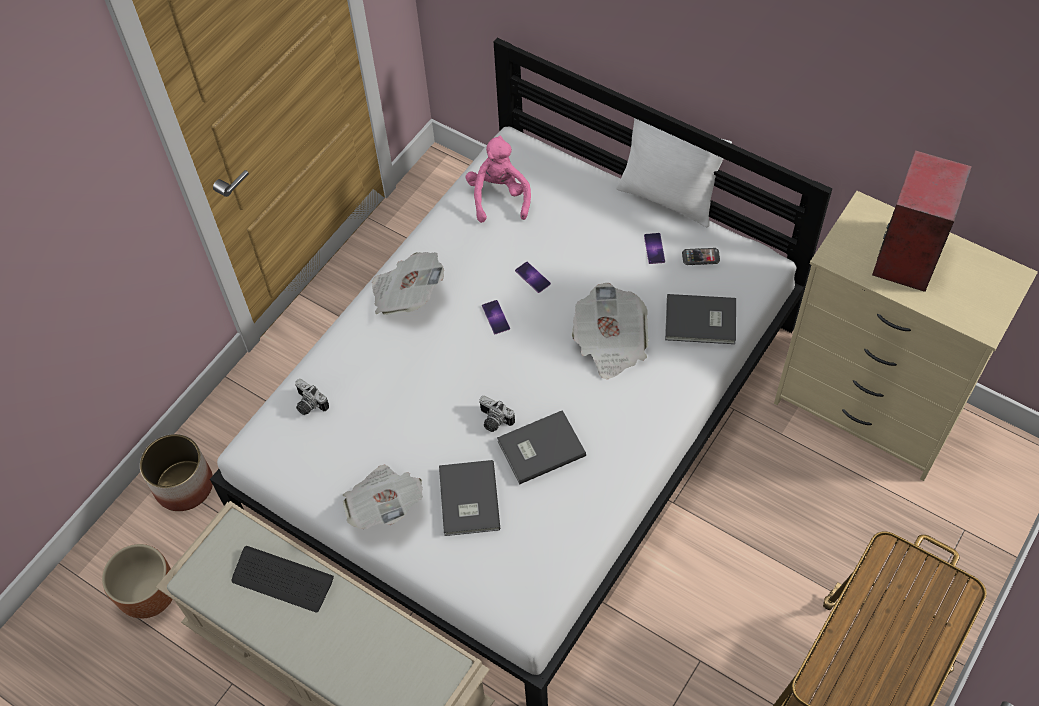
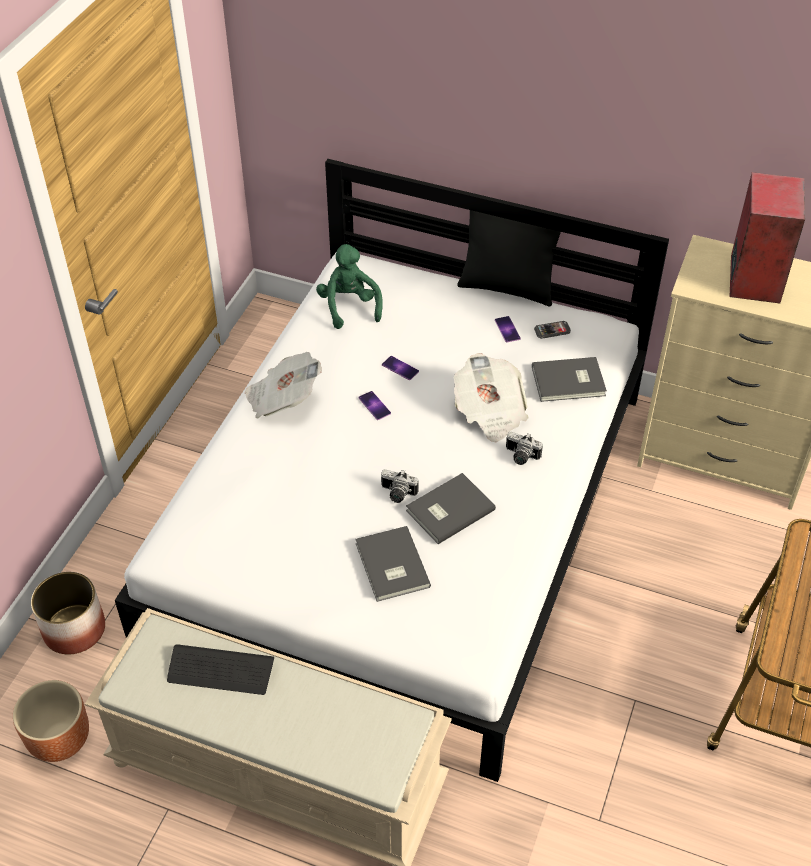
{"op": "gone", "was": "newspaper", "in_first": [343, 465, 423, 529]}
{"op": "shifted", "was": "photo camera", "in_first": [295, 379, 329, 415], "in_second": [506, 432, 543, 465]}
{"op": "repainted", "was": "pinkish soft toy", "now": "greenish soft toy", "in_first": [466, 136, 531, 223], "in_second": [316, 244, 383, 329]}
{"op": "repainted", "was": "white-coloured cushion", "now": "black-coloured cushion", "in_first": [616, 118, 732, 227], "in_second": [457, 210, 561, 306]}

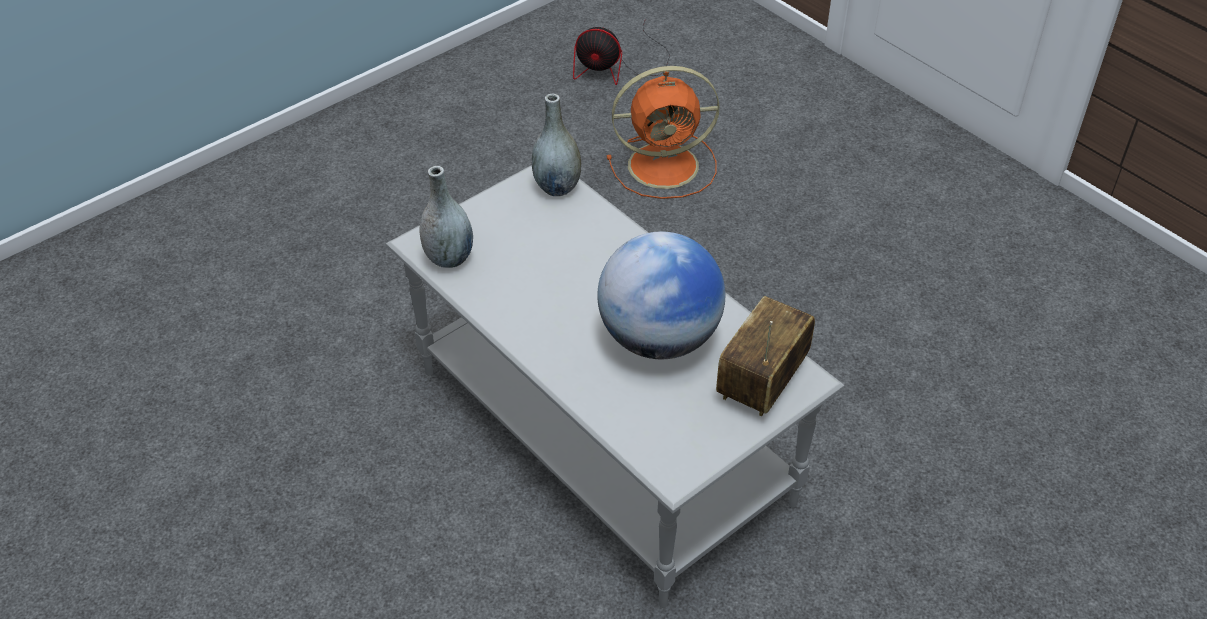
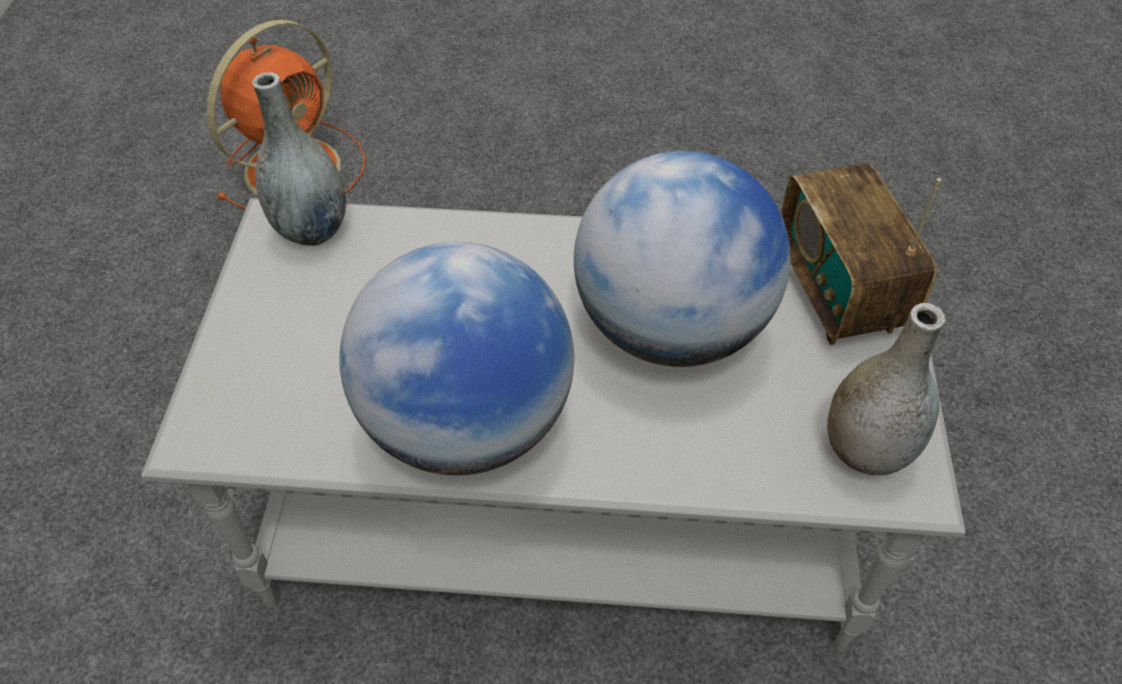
{"op": "gone", "was": "fan", "in_first": [573, 21, 670, 85]}
{"op": "new", "now": "desk globe", "in_second": [339, 242, 574, 475]}
{"op": "shifted", "was": "grey decorative vase", "in_first": [419, 166, 473, 268], "in_second": [827, 303, 945, 476]}

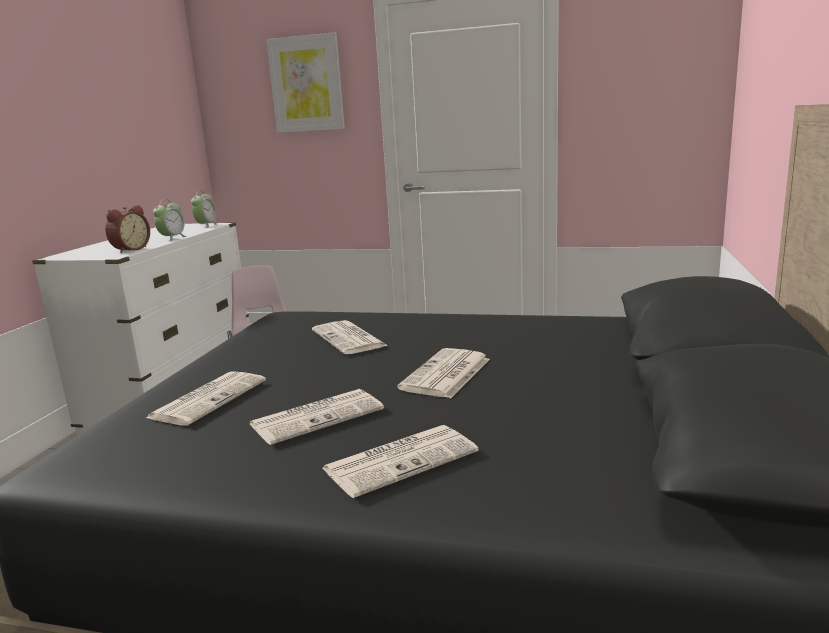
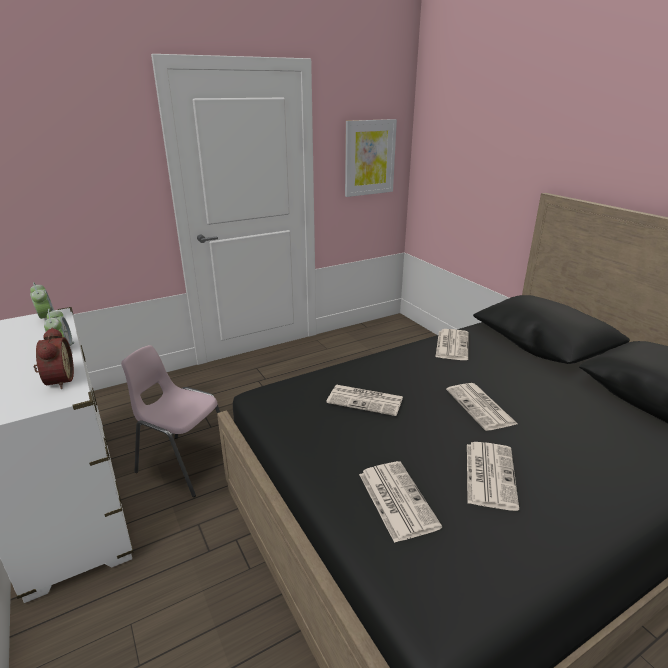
{"op": "shifted", "was": "wall art", "in_first": [266, 32, 345, 133], "in_second": [345, 119, 397, 197]}
{"op": "shifted", "was": "newspaper", "in_first": [322, 425, 479, 498], "in_second": [436, 329, 469, 360]}

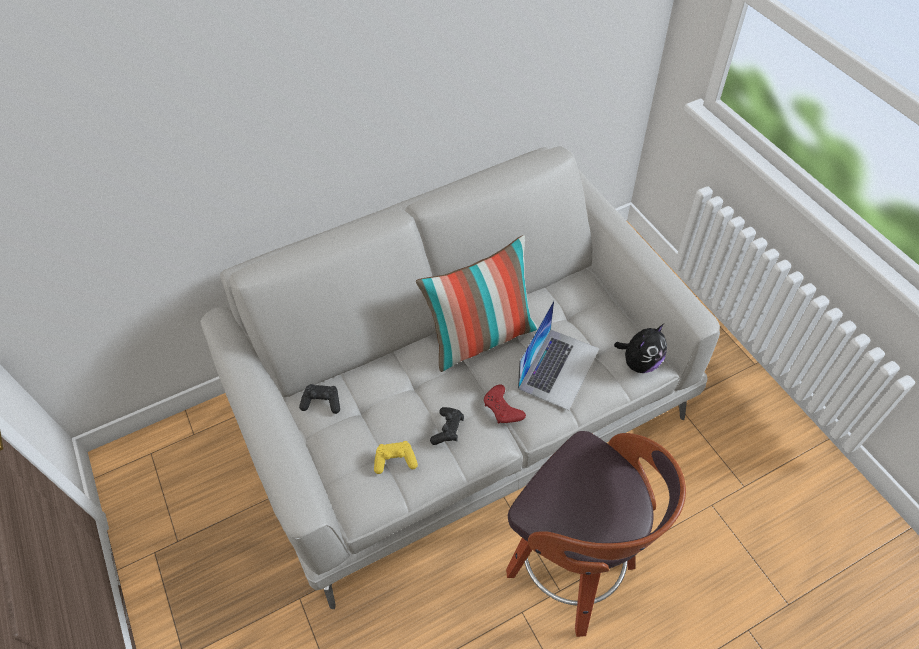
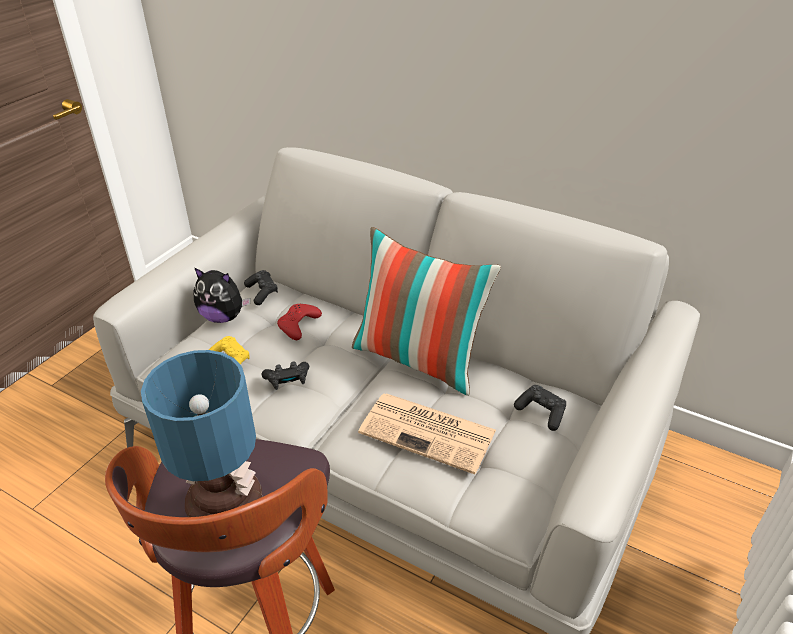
{"op": "new", "now": "tabletop lamp", "in_second": [141, 350, 262, 517]}
{"op": "new", "now": "black-coloured gamepad", "in_second": [514, 385, 566, 431]}
{"op": "shifted", "was": "red gamepad", "in_first": [484, 385, 526, 424], "in_second": [277, 304, 322, 340]}
{"op": "shifted", "was": "soft toy", "in_first": [614, 324, 667, 373], "in_second": [193, 267, 250, 323]}
{"op": "swapped", "was": "portable computer", "now": "newspaper", "in_first": [518, 300, 599, 411], "in_second": [358, 393, 496, 474]}

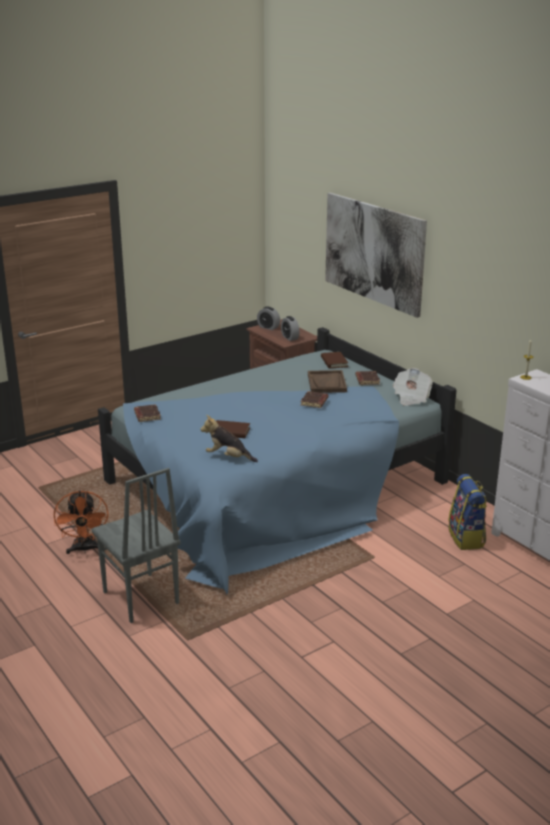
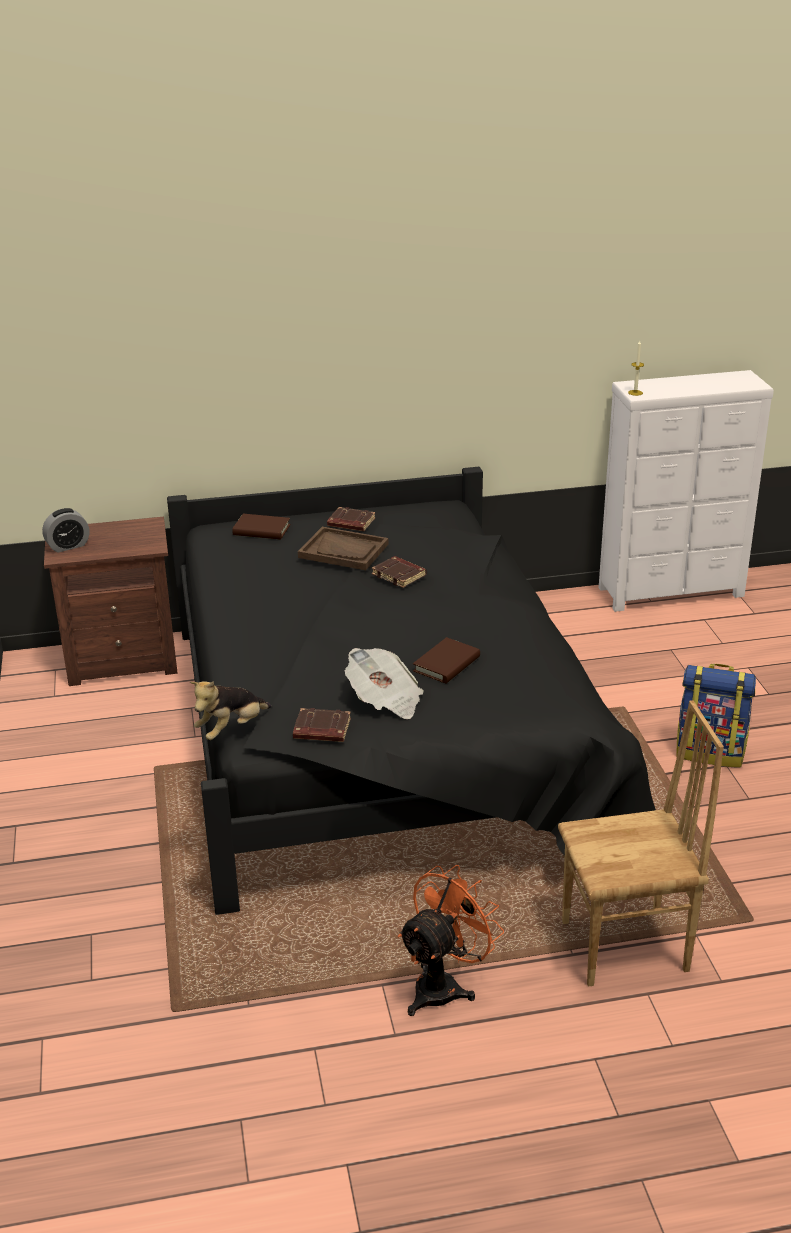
{"op": "gone", "was": "bedside clock", "in_first": [281, 316, 299, 341]}
{"op": "gone", "was": "wall art", "in_first": [325, 193, 427, 318]}
{"op": "shifted", "was": "soft toy", "in_first": [200, 415, 258, 462], "in_second": [190, 681, 271, 740]}
{"op": "shifted", "was": "newspaper", "in_first": [393, 368, 433, 406], "in_second": [345, 648, 424, 719]}
{"op": "shifted", "was": "rucksack", "in_first": [448, 474, 487, 550], "in_second": [676, 664, 756, 768]}
{"op": "repainted", "was": "grey plain chair", "now": "brown plain chair", "in_first": [92, 468, 181, 623], "in_second": [558, 700, 724, 987]}
{"op": "repainted", "was": "blue bedroom bed", "now": "black-coloured bedroom bed", "in_first": [98, 327, 457, 594], "in_second": [167, 467, 656, 915]}
{"op": "rotated", "was": "orangey fan", "in_first": [54, 490, 108, 554], "in_second": [398, 865, 504, 1016], "clockwise": -60}

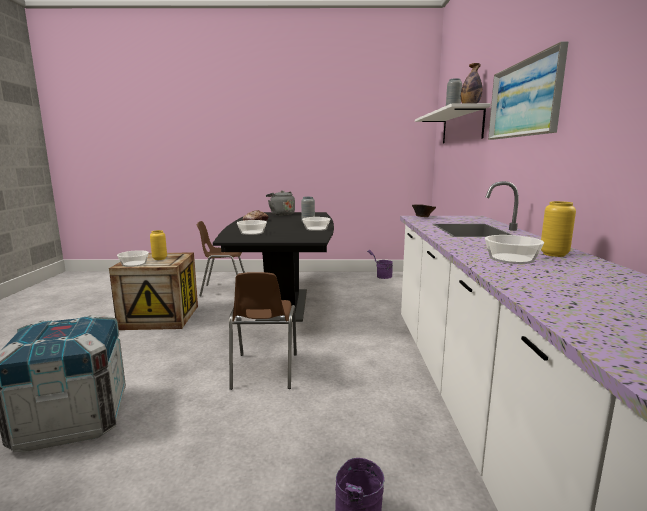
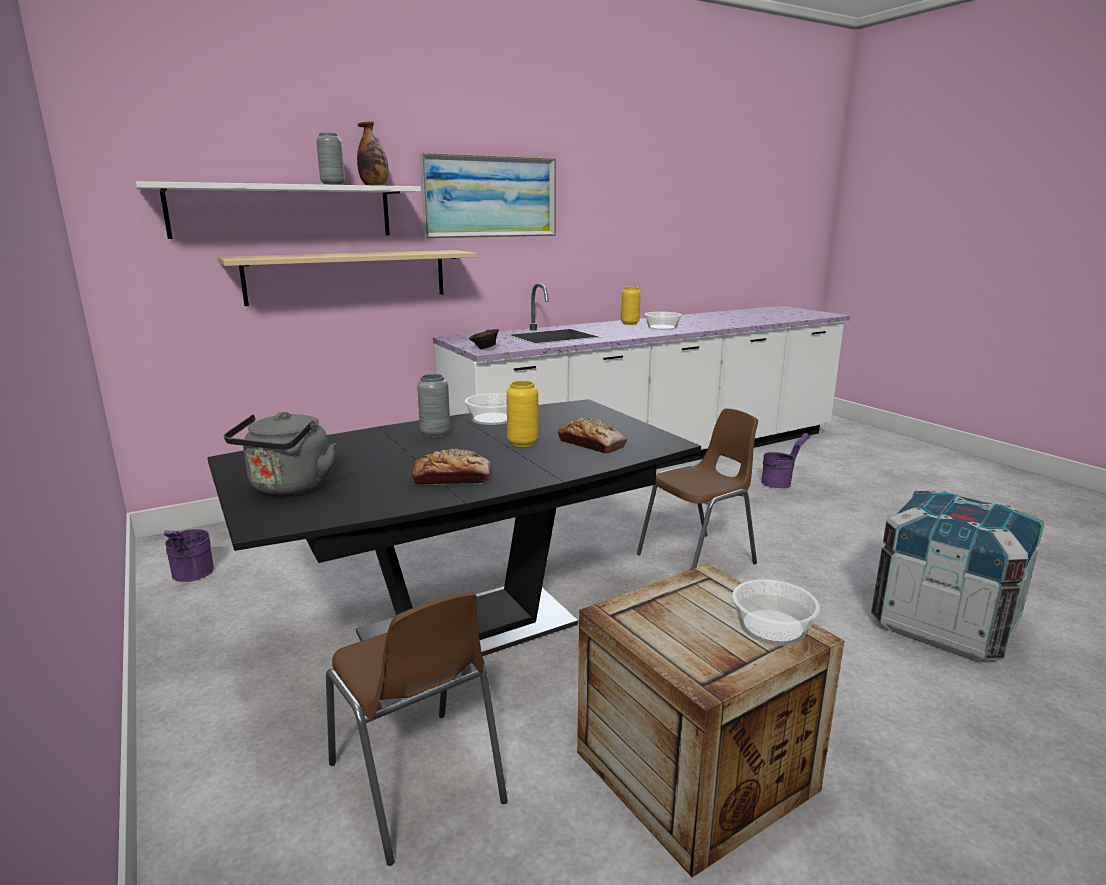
{"op": "new", "now": "beige wall shelf", "in_second": [217, 250, 476, 306]}
{"op": "shifted", "was": "yellowish decorative vase", "in_first": [150, 230, 167, 260], "in_second": [506, 381, 539, 447]}
{"op": "swapped", "was": "serving bowl", "now": "baked bread", "in_first": [237, 220, 267, 235], "in_second": [558, 417, 627, 453]}

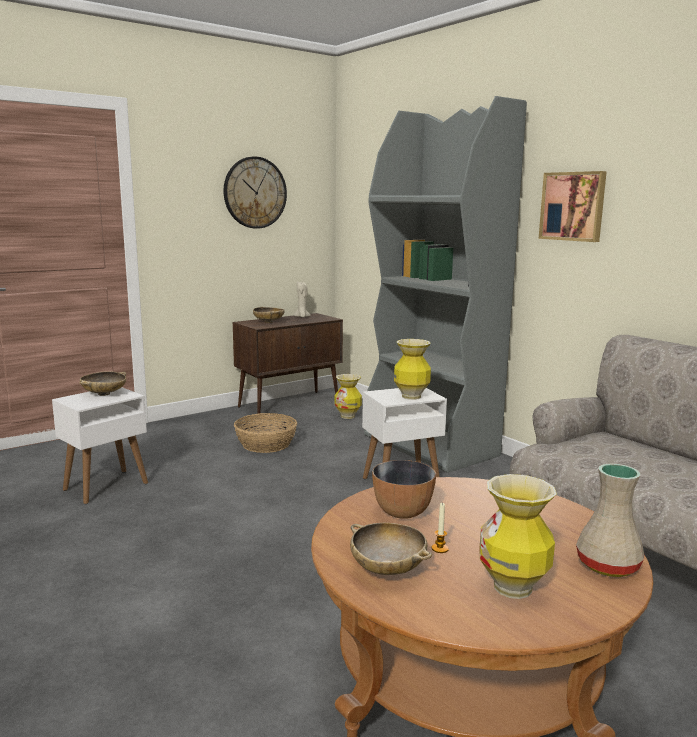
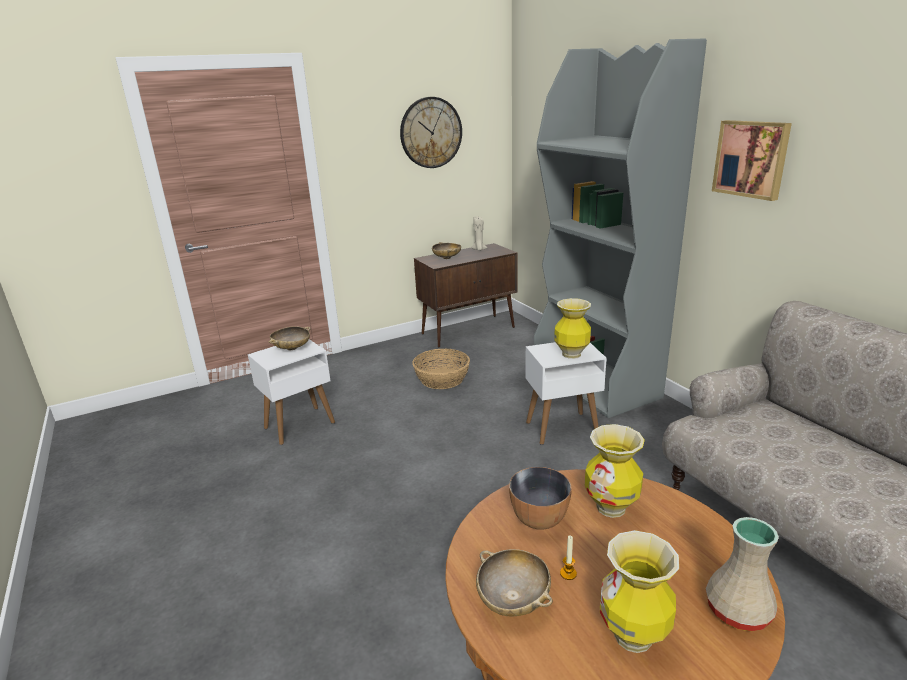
{"op": "shifted", "was": "decorative vase", "in_first": [334, 374, 362, 419], "in_second": [585, 424, 645, 518]}

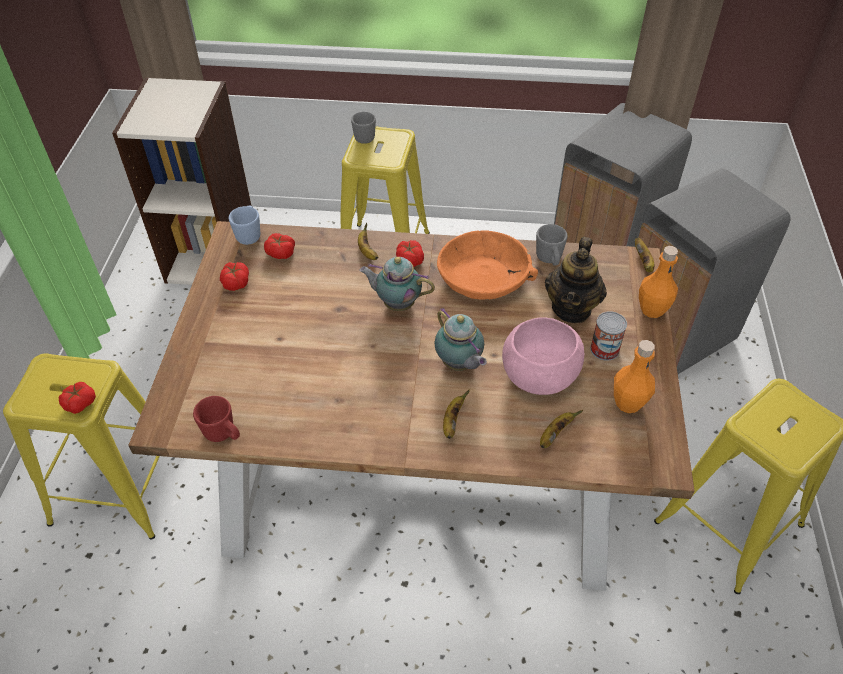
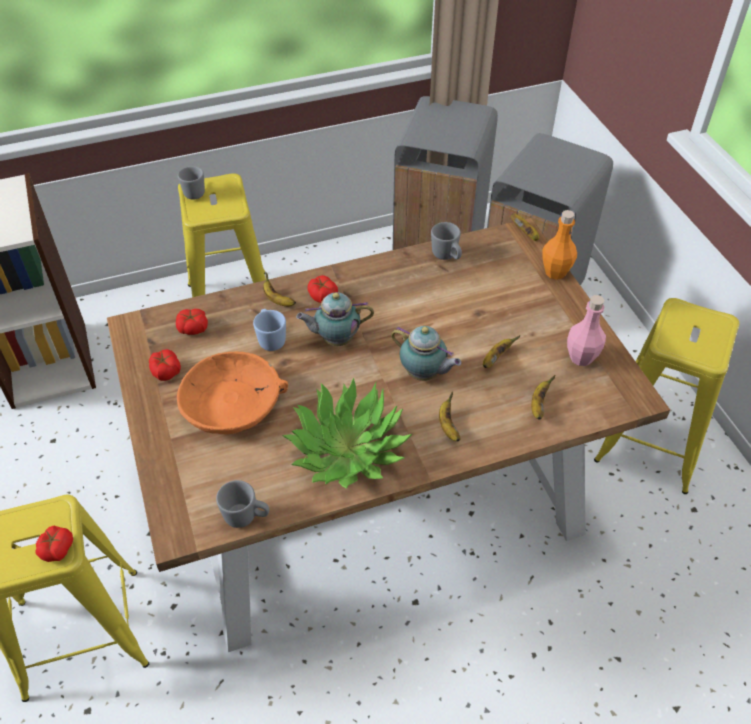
{"op": "gone", "was": "tea pot", "in_first": [545, 237, 607, 323]}
{"op": "gone", "was": "sealed can", "in_first": [590, 311, 627, 361]}
{"op": "new", "now": "plant in a pot", "in_second": [283, 377, 413, 489]}
{"op": "shifted", "was": "blue mug", "in_first": [229, 206, 260, 245], "in_second": [253, 309, 286, 351]}
{"op": "shifted", "was": "orangey serving bowl", "in_first": [437, 230, 538, 300], "in_second": [177, 352, 288, 434]}
{"op": "swapped", "was": "pinkish serving bowl", "now": "whole banana", "in_first": [502, 317, 584, 395], "in_second": [483, 335, 520, 368]}
{"op": "repainted", "was": "red mug", "now": "grey mug", "in_first": [193, 396, 240, 442], "in_second": [216, 480, 269, 528]}
{"op": "repainted", "was": "orangey beverage bottle", "now": "pinkish beverage bottle", "in_first": [614, 340, 655, 413], "in_second": [567, 295, 606, 366]}

